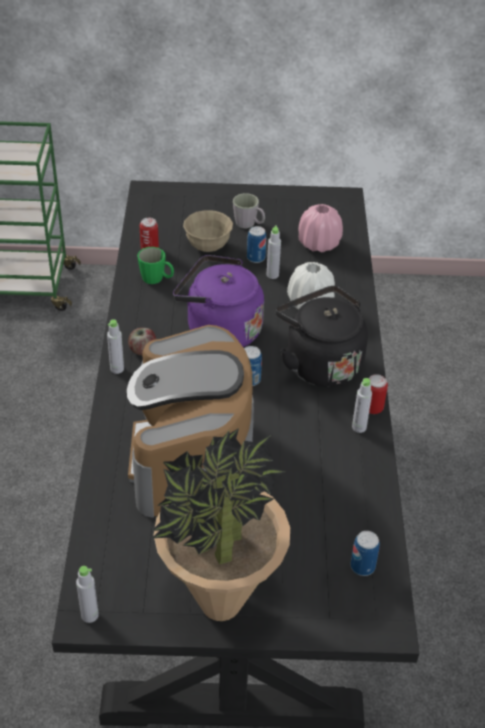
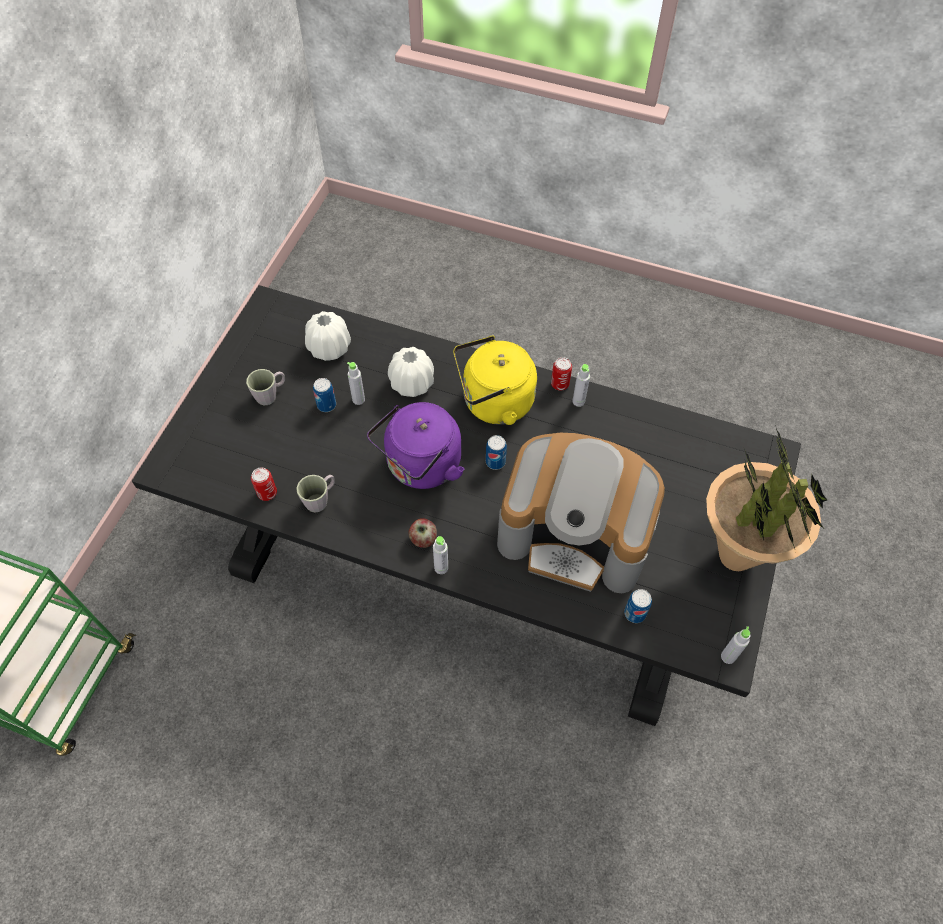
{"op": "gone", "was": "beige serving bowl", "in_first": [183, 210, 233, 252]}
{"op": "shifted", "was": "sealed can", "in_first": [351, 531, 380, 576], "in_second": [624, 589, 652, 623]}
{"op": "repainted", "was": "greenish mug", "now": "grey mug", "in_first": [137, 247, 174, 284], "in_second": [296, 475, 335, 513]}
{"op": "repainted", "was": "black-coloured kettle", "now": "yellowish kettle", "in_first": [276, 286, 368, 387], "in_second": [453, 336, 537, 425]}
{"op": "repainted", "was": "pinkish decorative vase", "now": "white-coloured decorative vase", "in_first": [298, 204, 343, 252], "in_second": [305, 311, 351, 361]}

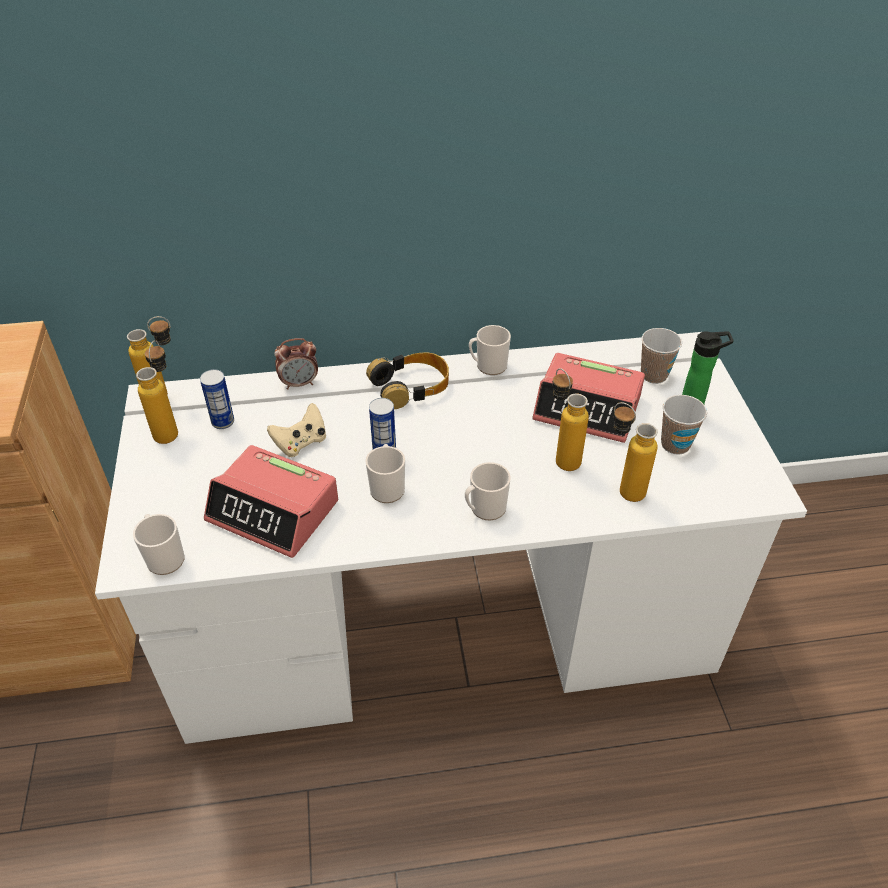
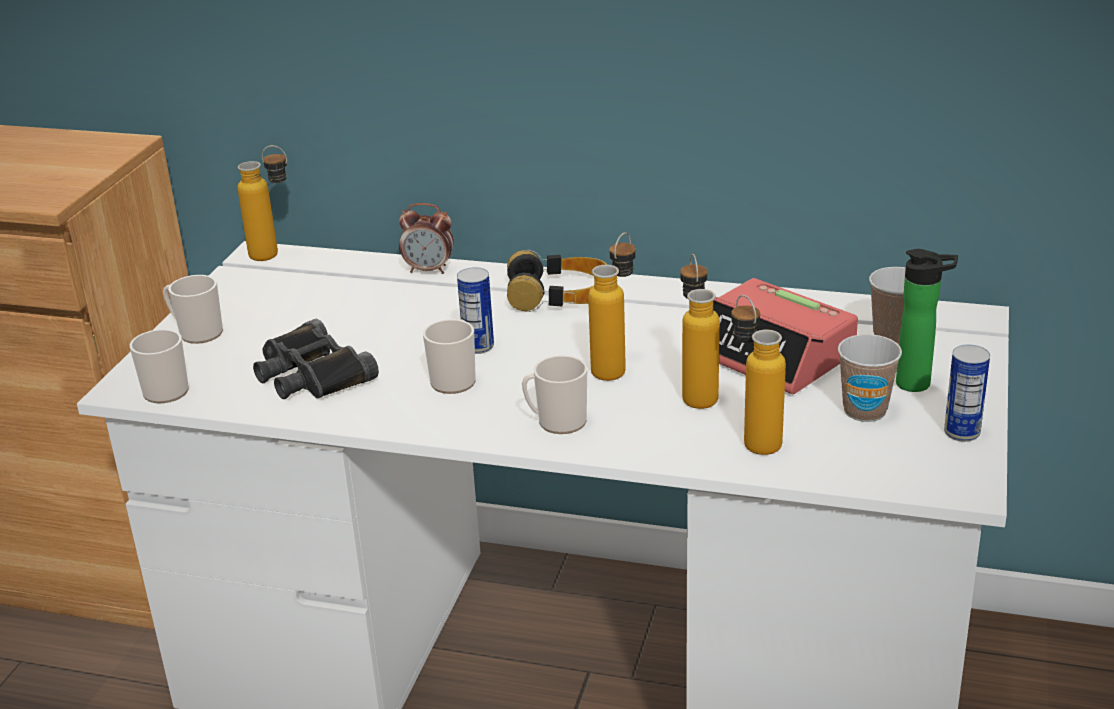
{"op": "gone", "was": "beige gamepad", "in_first": [267, 403, 326, 457]}
{"op": "shifted", "was": "beverage bottle", "in_first": [136, 340, 178, 444], "in_second": [588, 232, 636, 381]}
{"op": "shifted", "was": "sealed can", "in_first": [200, 369, 234, 429], "in_second": [944, 345, 990, 442]}
{"op": "shifted", "was": "mug", "in_first": [469, 325, 511, 375], "in_second": [163, 275, 223, 344]}
{"op": "swapped", "was": "bedside clock", "now": "black-coloured pair of binoculars", "in_first": [204, 445, 338, 558], "in_second": [253, 319, 379, 399]}

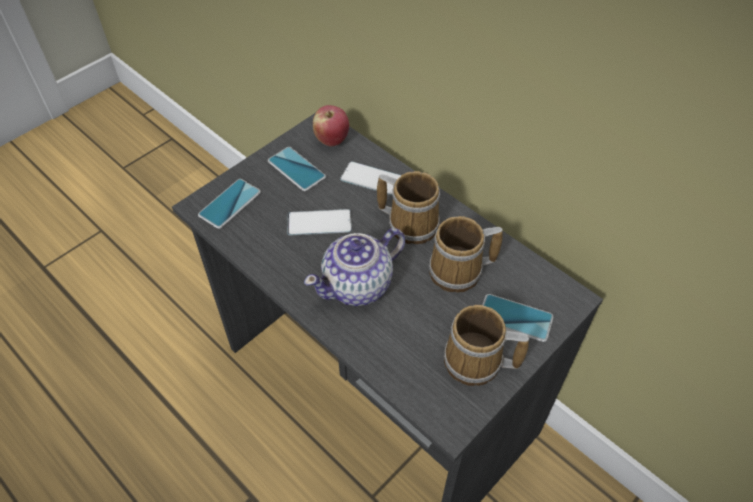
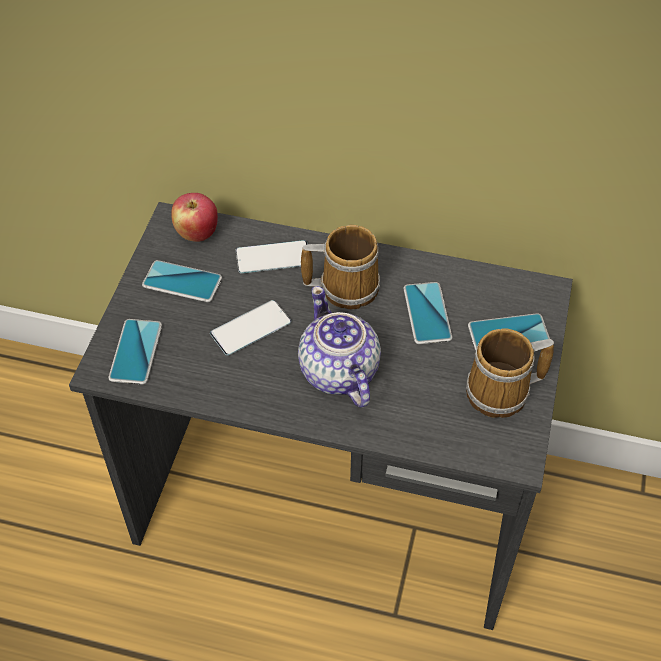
{"op": "swapped", "was": "mug", "now": "telephone", "in_first": [429, 216, 503, 293], "in_second": [404, 282, 452, 344]}
{"op": "rotated", "was": "tea pot", "in_first": [304, 228, 405, 306], "in_second": [298, 286, 381, 408], "clockwise": 135}

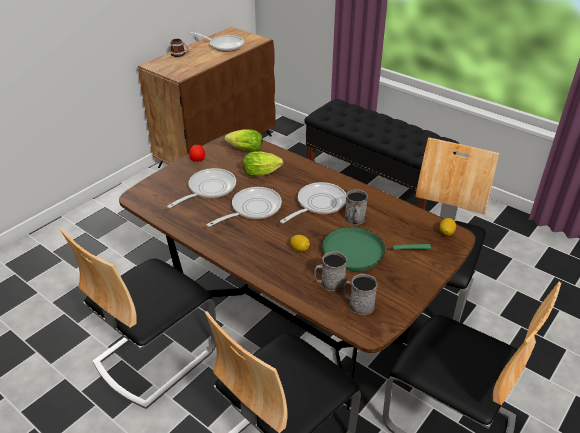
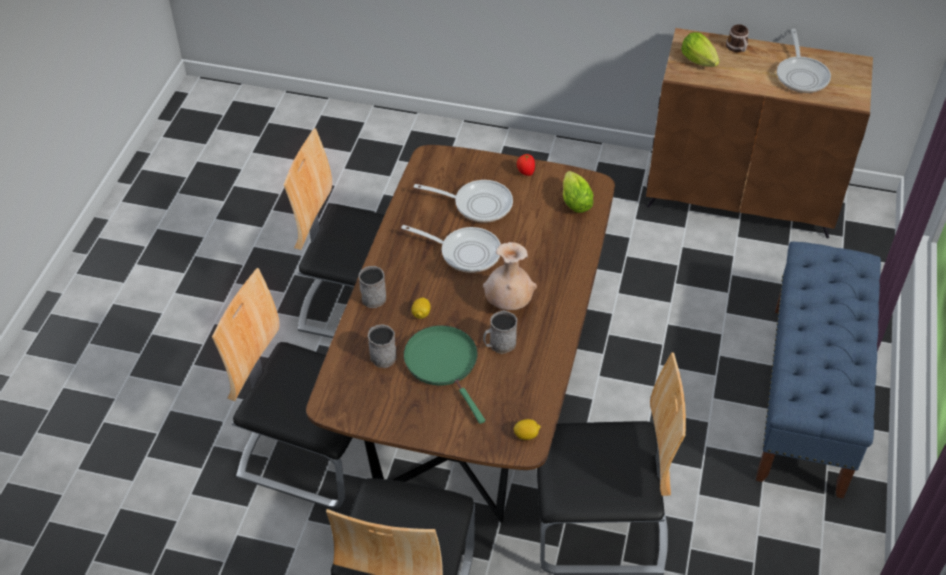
{"op": "shifted", "was": "lettuce", "in_first": [243, 152, 283, 176], "in_second": [681, 32, 720, 67]}
{"op": "shifted", "was": "grey mug", "in_first": [343, 274, 377, 315], "in_second": [359, 266, 386, 308]}
{"op": "swapped", "was": "skillet", "now": "beige decorative vase", "in_first": [280, 182, 346, 223], "in_second": [483, 242, 537, 310]}
{"op": "repainted", "was": "black-coloured indoor bench", "now": "blue indoor bench", "in_first": [304, 99, 459, 210], "in_second": [756, 241, 881, 499]}

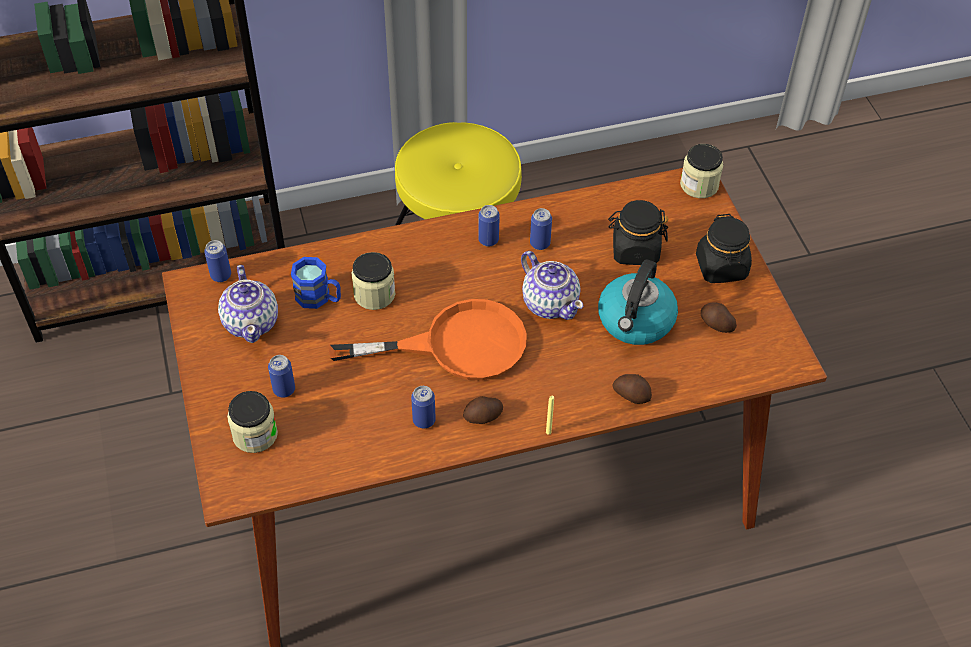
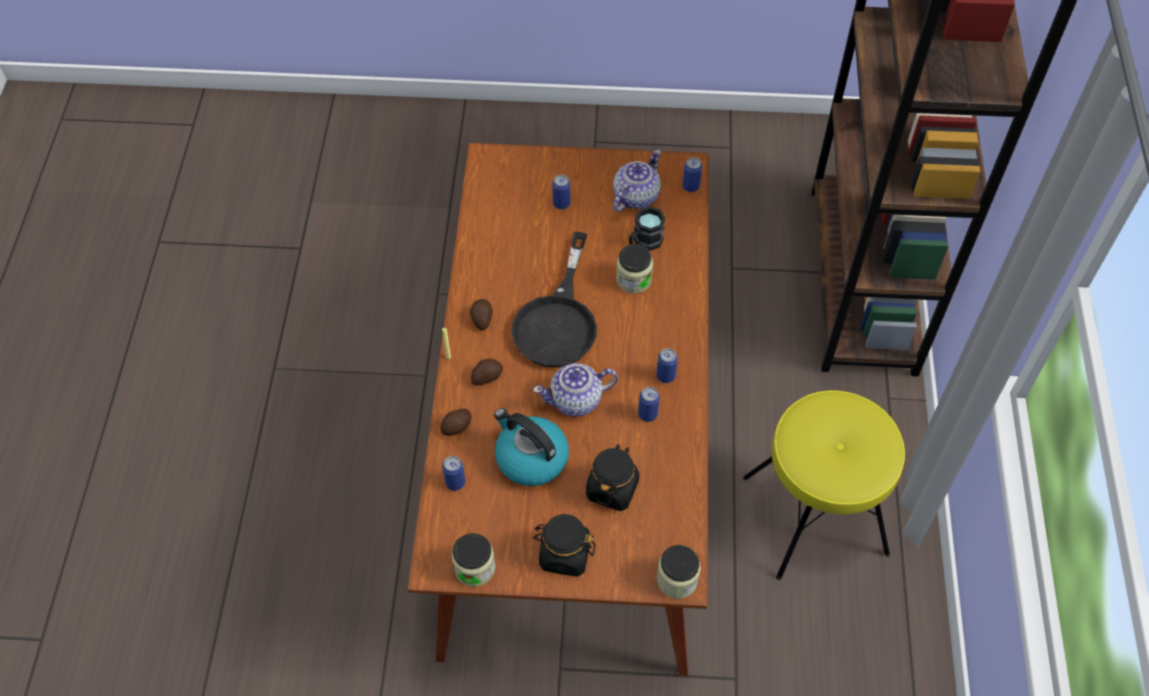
{"op": "shifted", "was": "storage jar", "in_first": [227, 391, 278, 453], "in_second": [452, 533, 495, 587]}
{"op": "shifted", "was": "sealed can", "in_first": [411, 386, 436, 428], "in_second": [442, 456, 465, 491]}
{"op": "shifted", "was": "spud", "in_first": [701, 302, 737, 333], "in_second": [471, 359, 503, 386]}
{"op": "repainted", "was": "blue mug", "now": "black-coloured mug", "in_first": [291, 257, 341, 309], "in_second": [629, 206, 665, 251]}
{"op": "repainted", "was": "orangey skillet", "now": "black-coloured skillet", "in_first": [329, 299, 527, 381], "in_second": [511, 232, 597, 367]}
{"op": "rotated", "was": "tea pot", "in_first": [218, 265, 278, 343], "in_second": [613, 150, 661, 212], "clockwise": 120}

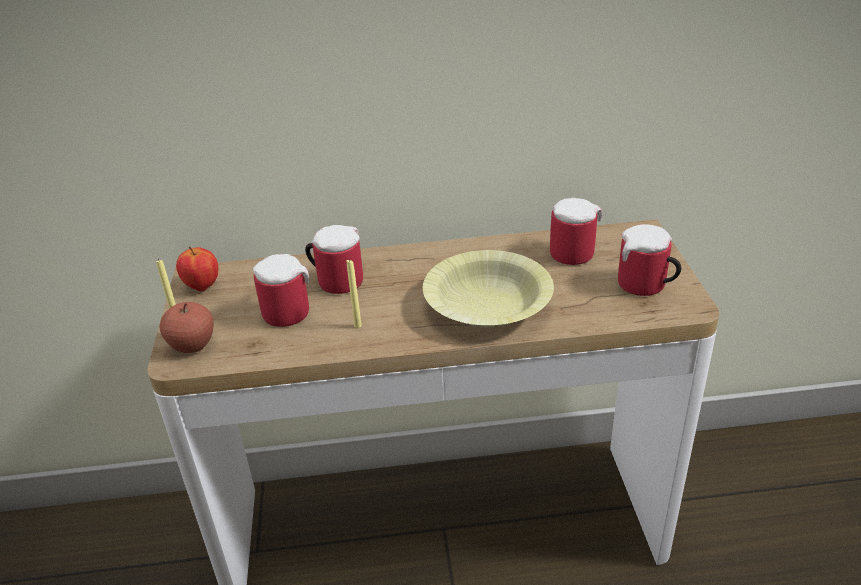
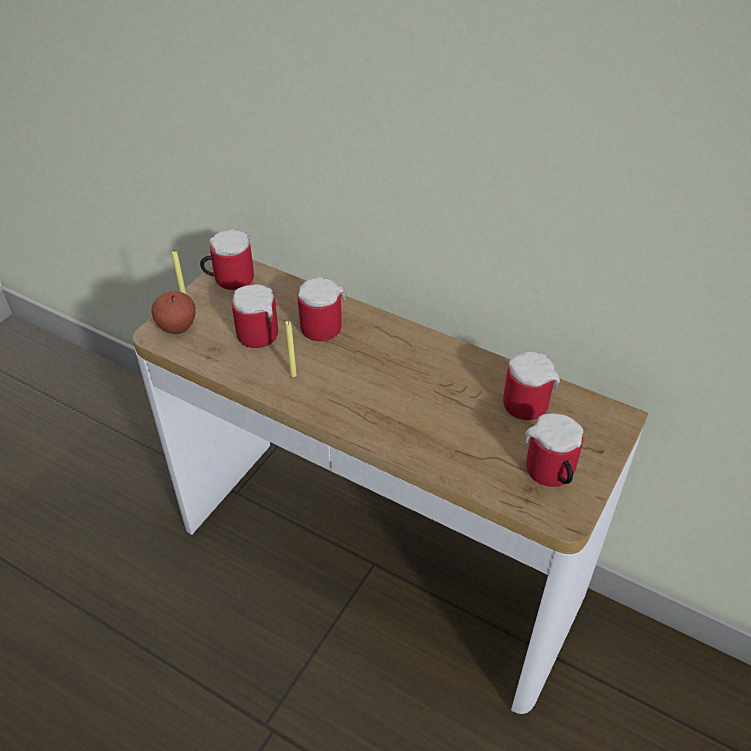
{"op": "gone", "was": "yellowish serving bowl", "in_first": [423, 250, 554, 327]}
{"op": "swapped", "was": "apple fruit", "now": "mug", "in_first": [176, 247, 218, 291], "in_second": [200, 229, 254, 290]}

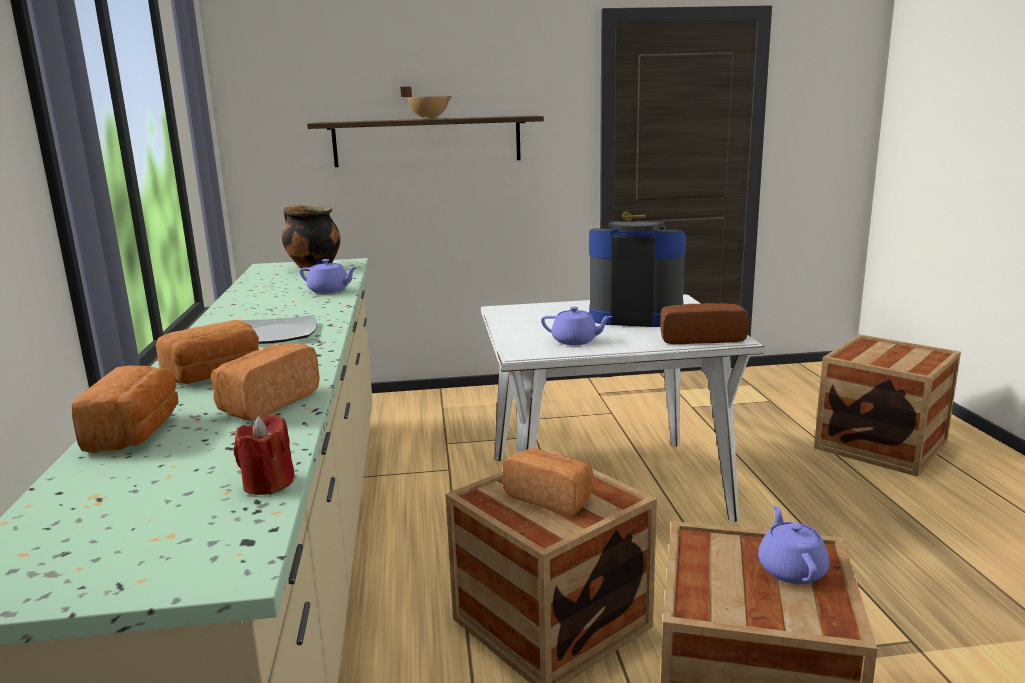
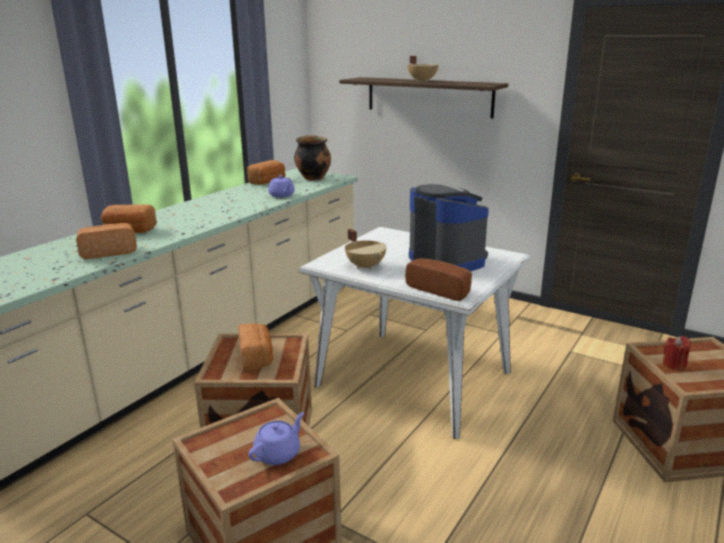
{"op": "gone", "was": "flat dish", "in_first": [241, 315, 317, 344]}
{"op": "shifted", "was": "baked bread", "in_first": [72, 366, 179, 453], "in_second": [247, 160, 286, 185]}
{"op": "shifted", "was": "red candle", "in_first": [234, 414, 295, 495], "in_second": [663, 336, 691, 371]}
{"op": "swapped", "was": "purplish tea pot", "now": "beige cooking pot", "in_first": [541, 307, 613, 345], "in_second": [345, 229, 387, 270]}

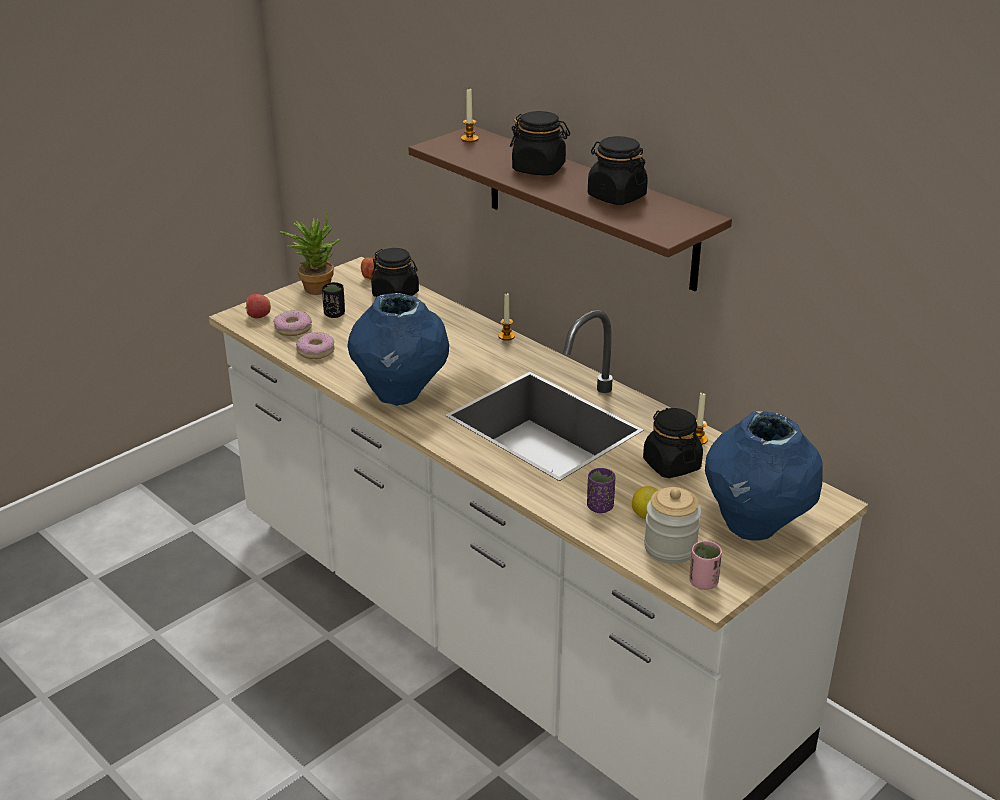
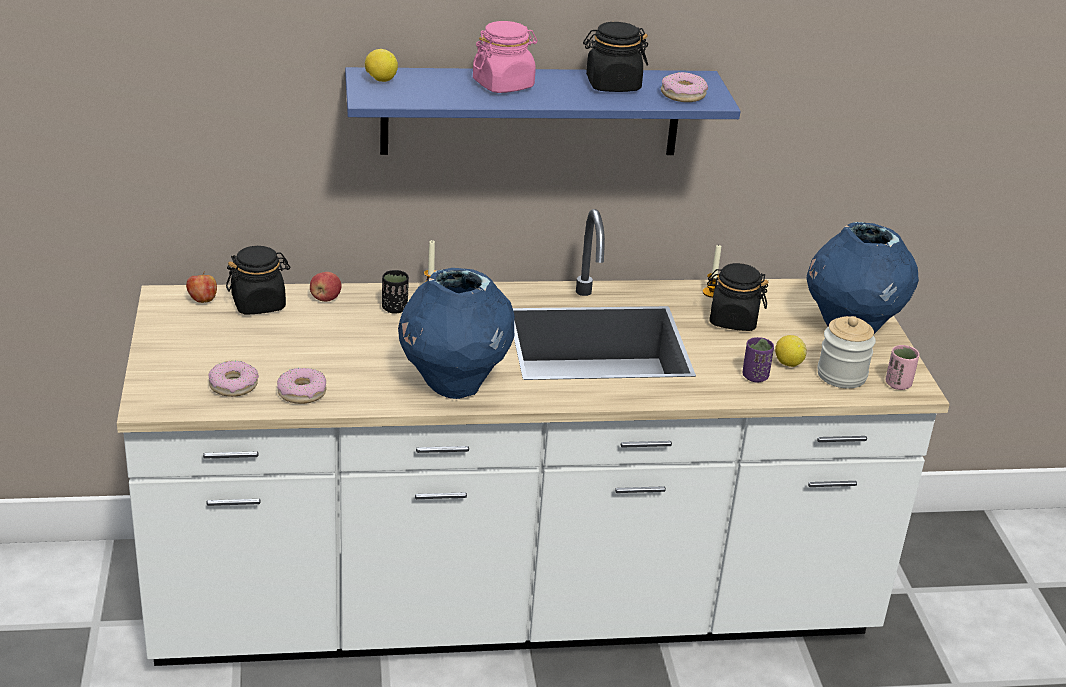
{"op": "gone", "was": "plant in a pot", "in_first": [279, 212, 340, 295]}
{"op": "new", "now": "donut", "in_second": [661, 72, 708, 102]}
{"op": "shifted", "was": "apple fruit", "in_first": [245, 294, 271, 318], "in_second": [310, 272, 342, 302]}
{"op": "shifted", "was": "black-coloured cup", "in_first": [322, 282, 345, 318], "in_second": [382, 270, 409, 314]}
{"op": "swapped", "was": "candle", "now": "citrus fruit", "in_first": [461, 89, 479, 142], "in_second": [365, 49, 398, 82]}
{"op": "repainted", "was": "brown wall shelf", "now": "blue wall shelf", "in_first": [408, 126, 732, 291], "in_second": [345, 67, 741, 155]}
{"op": "repainted", "was": "black-coloured storage jar", "now": "pinkish storage jar", "in_first": [510, 111, 570, 176], "in_second": [473, 21, 537, 93]}

